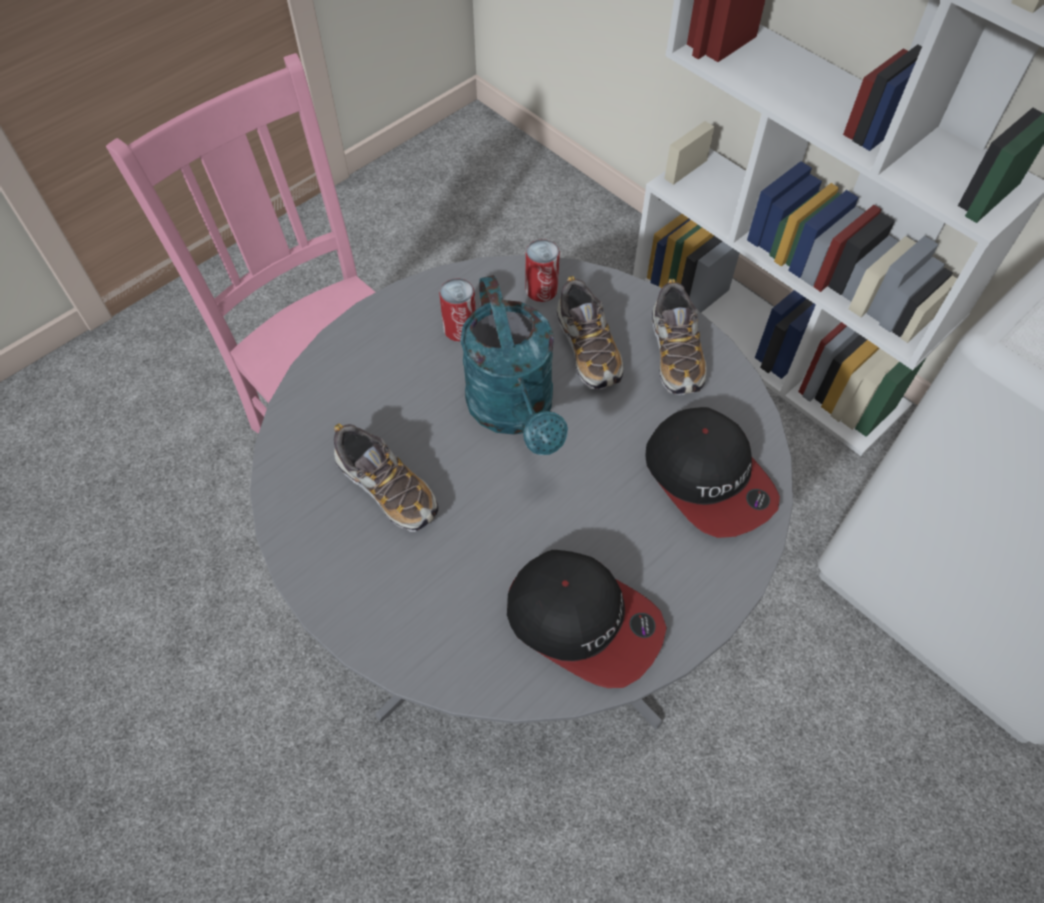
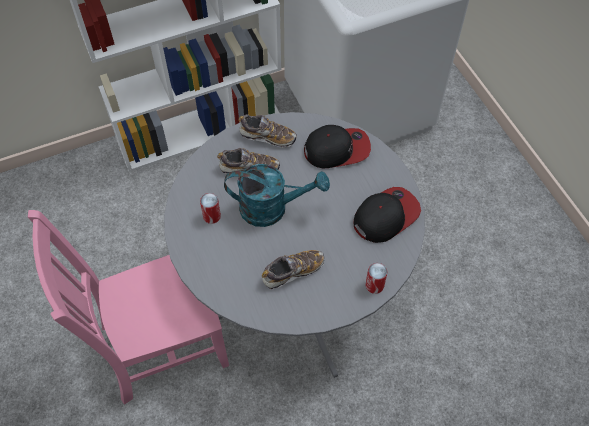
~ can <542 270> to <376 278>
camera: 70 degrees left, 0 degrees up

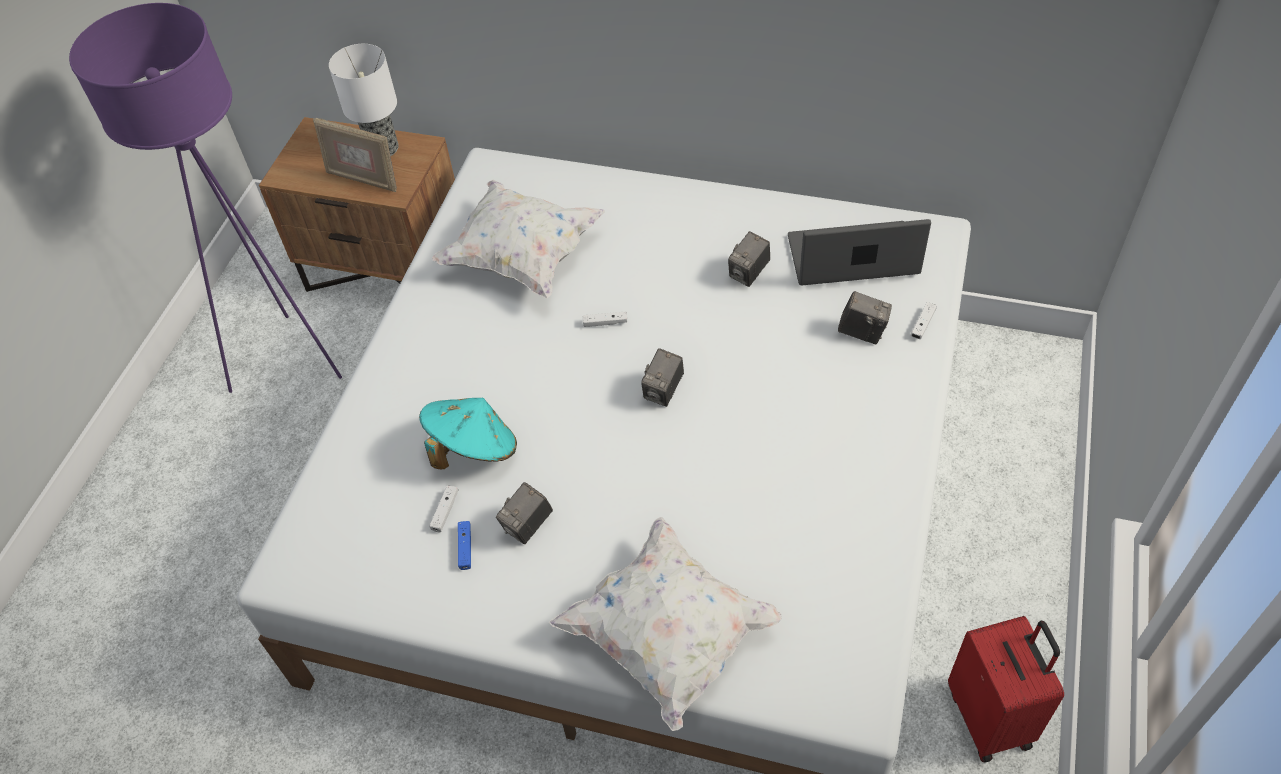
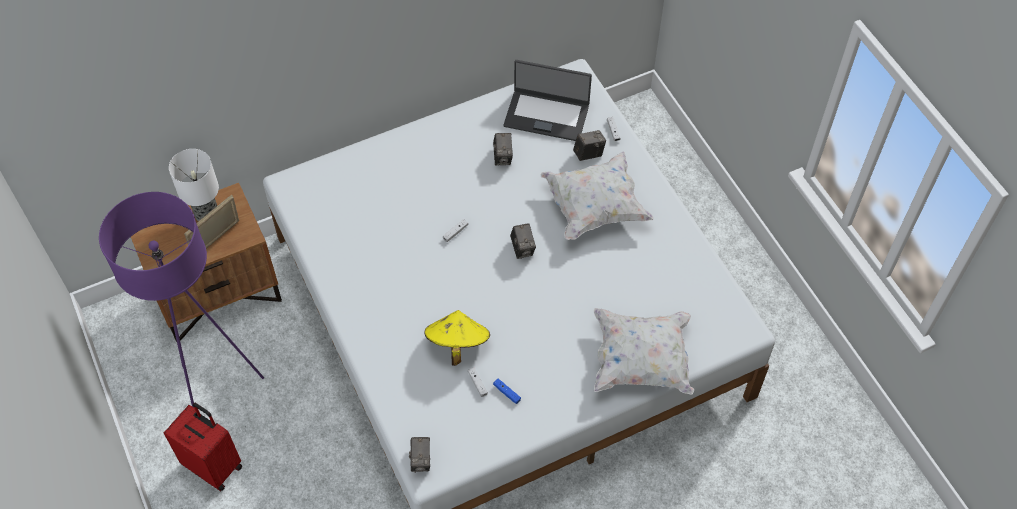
~ picture frame <355 155> = <211 221> 150 degrees clockwise
~ pillow (white) <518 239> to <597 196>
~ laptop <859 252> = <548 100> 120 degrees counterclockwise
~ hat (turquoise) <468 433> to hat (yellow) <457 338>
~ photo camera <524 513> to <419 455>
~ suitcase (red) <1006 689> to <203 447>
camera: 45 degrees left, 5 degrees up

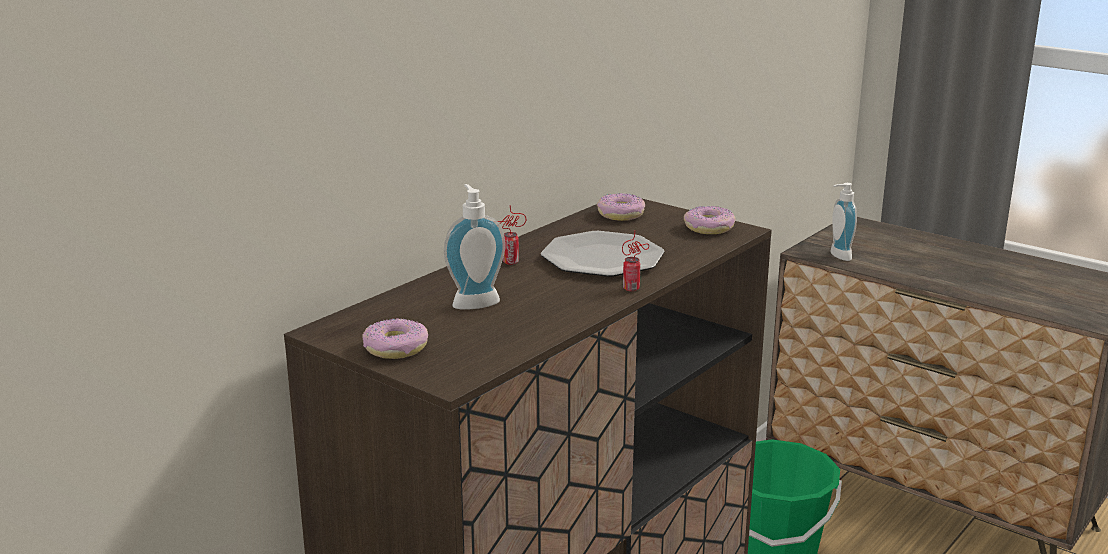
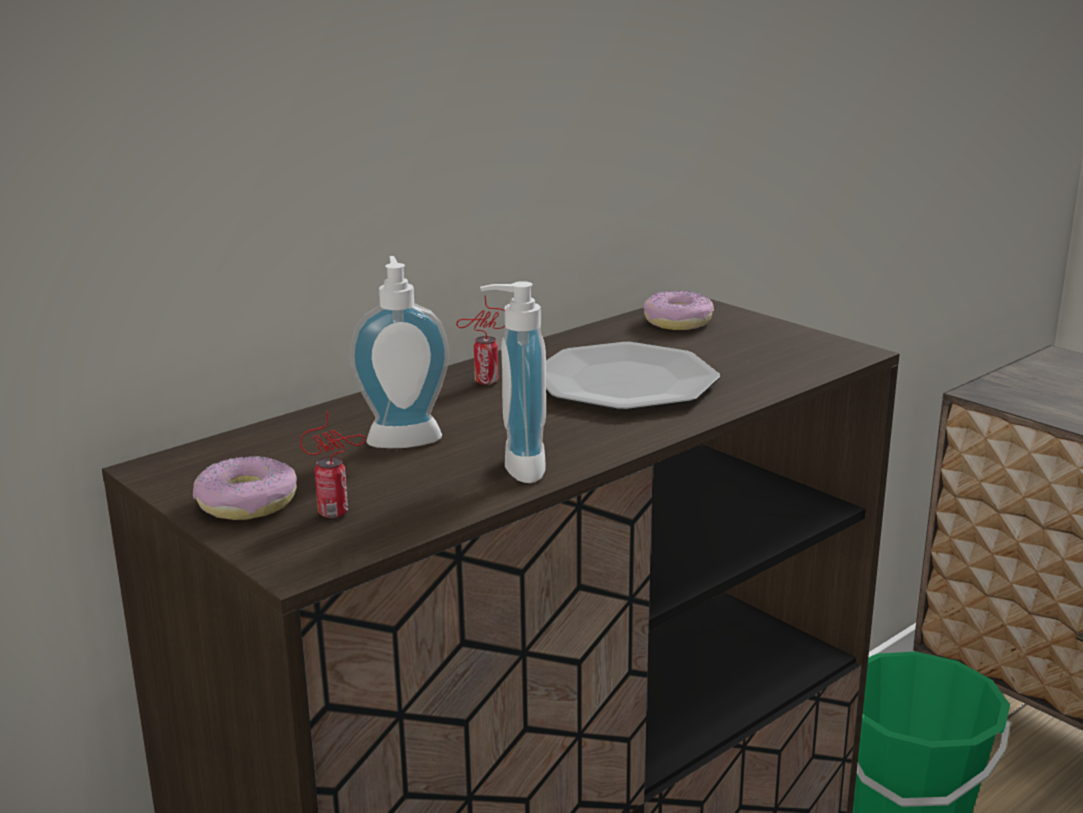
~ soap dispenser <843 222> to <513 382>
- donut <709 220>
~ can <635 261> to <333 464>
camera: 10 degrees right, 0 degrees up

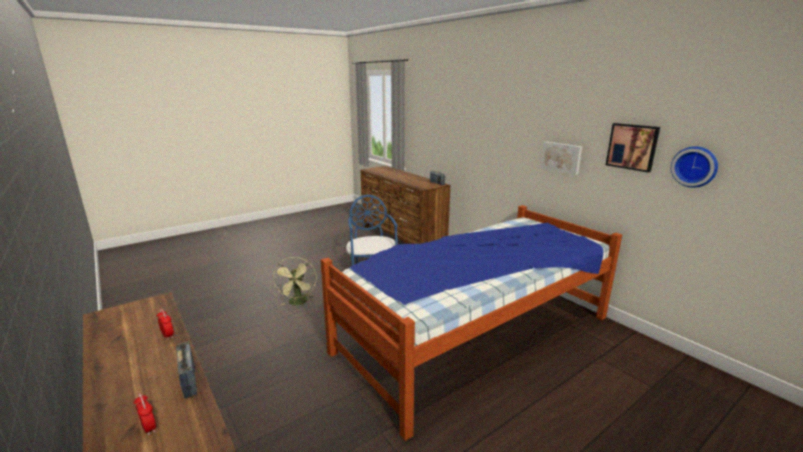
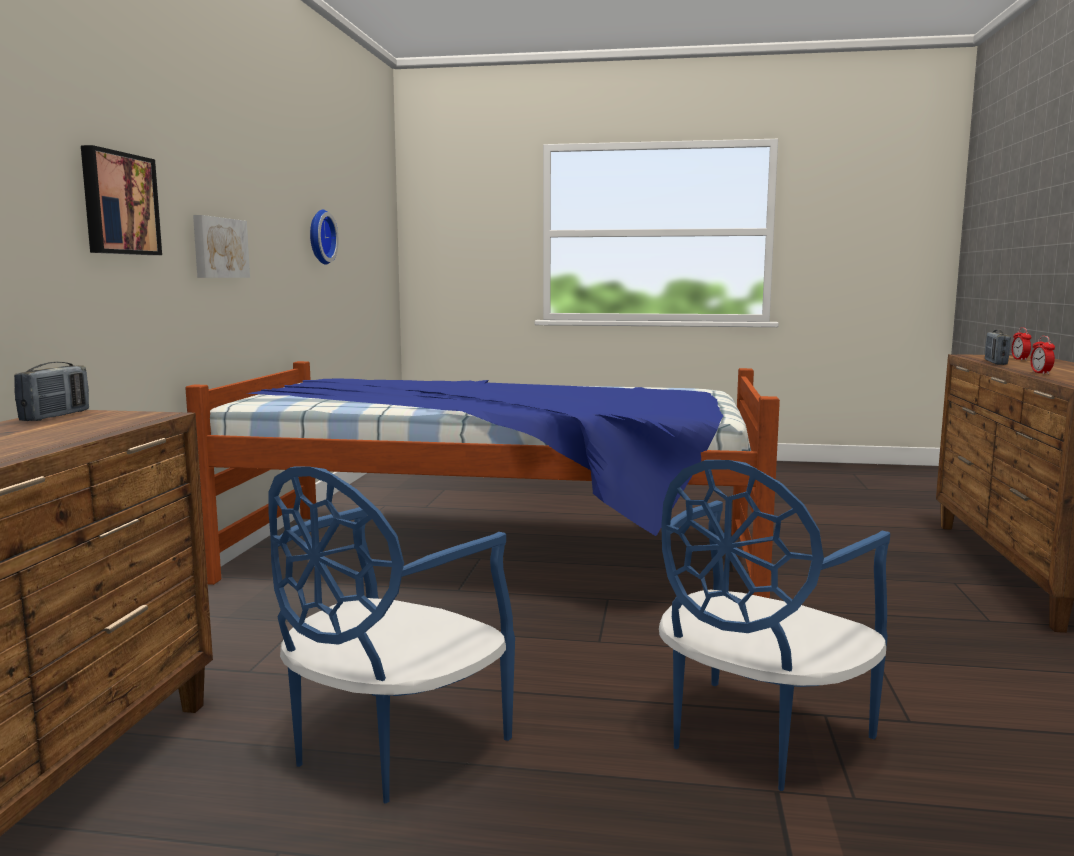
~ picture <633 147> to <121 200>
~ fan (green) <295 281> to chair (blue) <774 625>
camera: 135 degrees left, 10 degrees down

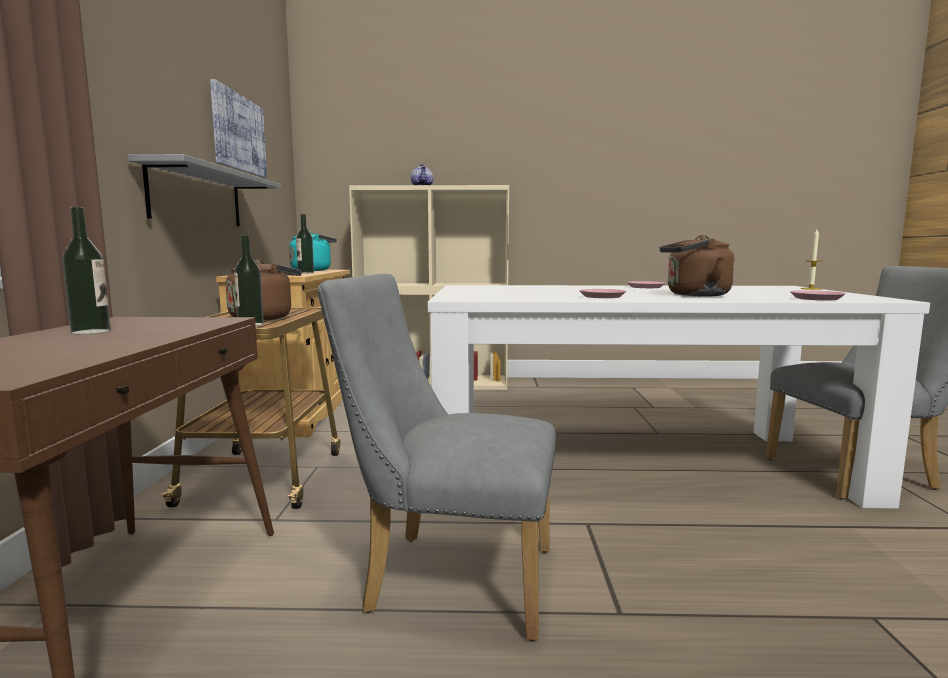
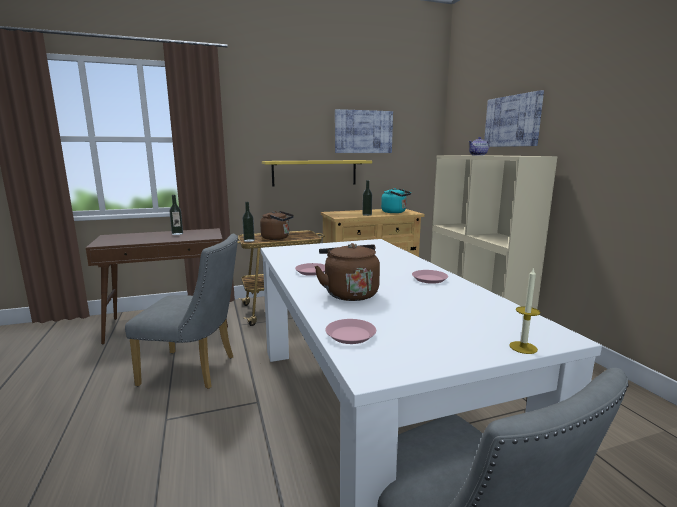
~ shelf (grey) <204 190> to shelf (yellow) <317 173>
~ chair (grey) <436 457> = <181 311> 105 degrees clockwise
+ picture <514 118>
camera: 70 degrees right, 5 degrees up

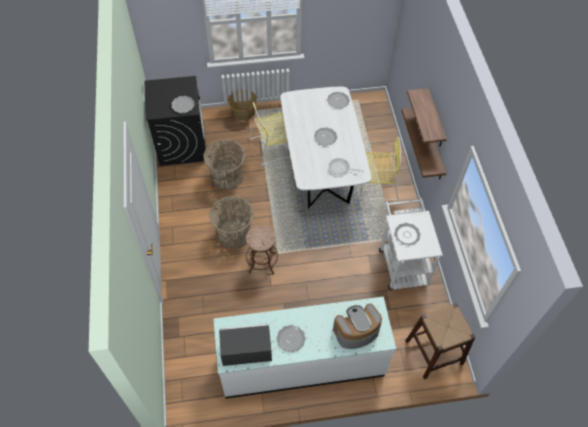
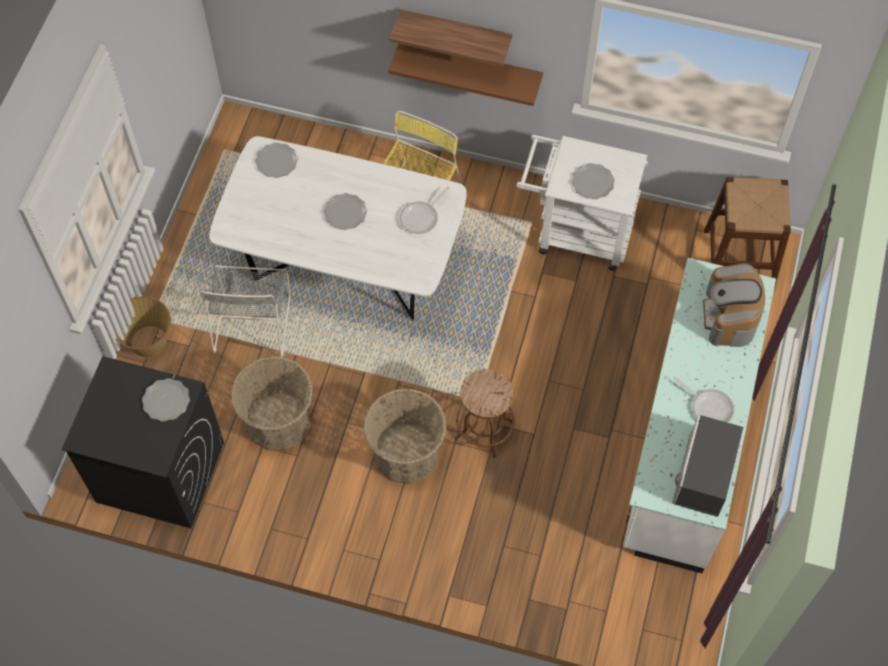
~ chair (yellow) <269 133> to chair (grey) <245 311>
~ plate <291 339> to frying pan <703 399>
camera: 65 degrees left, 5 degrees up

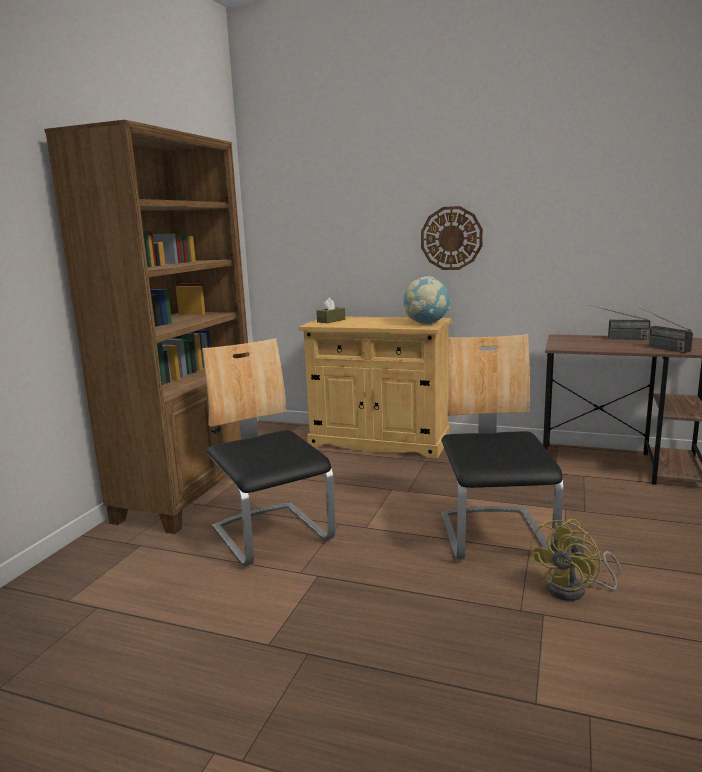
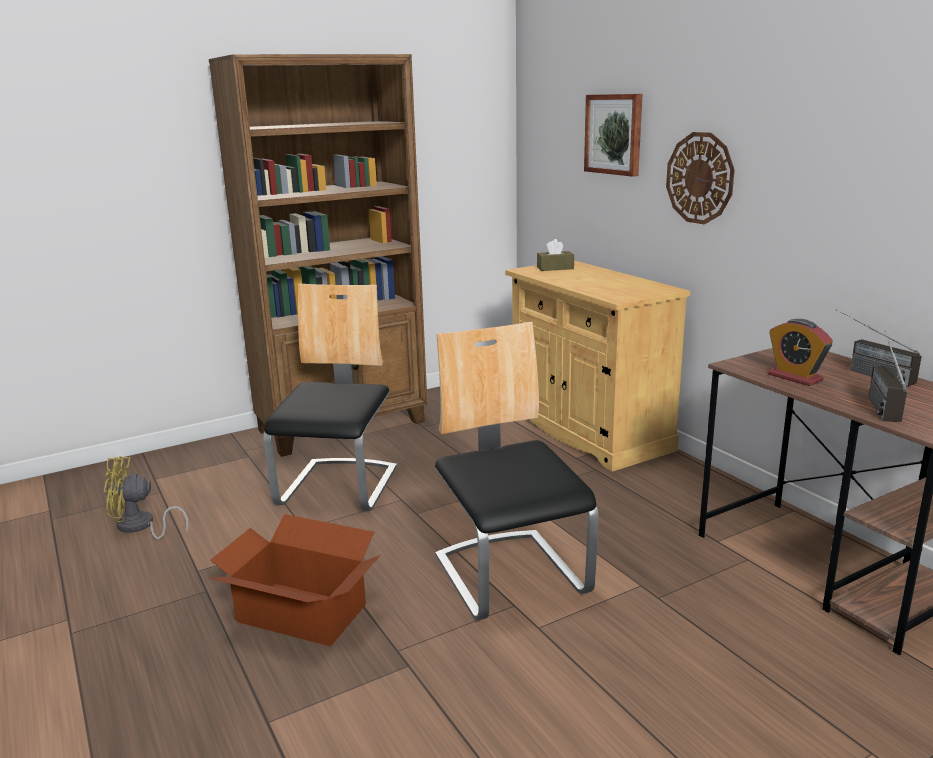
- globe <427 300>
~ chair <502 447> = <517 471> 60 degrees counterclockwise
~ fan (yellow) <575 560> to <146 497>
+ picture <613 135>
+ alarm clock <800 352>
+ cardboard box <295 580>
camera: 40 degrees right, 5 degrees up

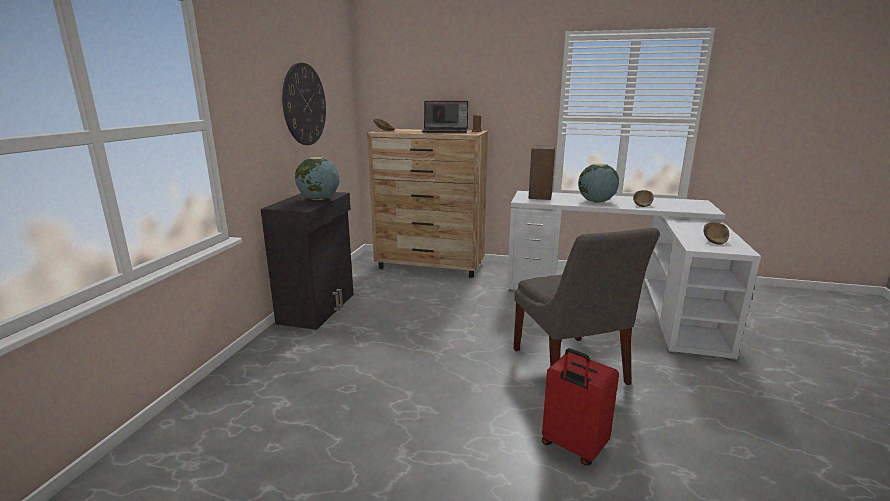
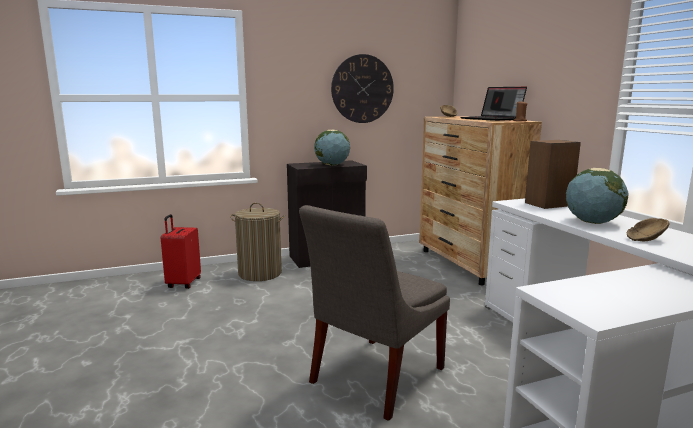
- bowl (brown) <716 233>
~ suitcase (red) <580 406> to <181 251>
+ laundry basket <257 241>
camera: 55 degrees right, 5 degrees down

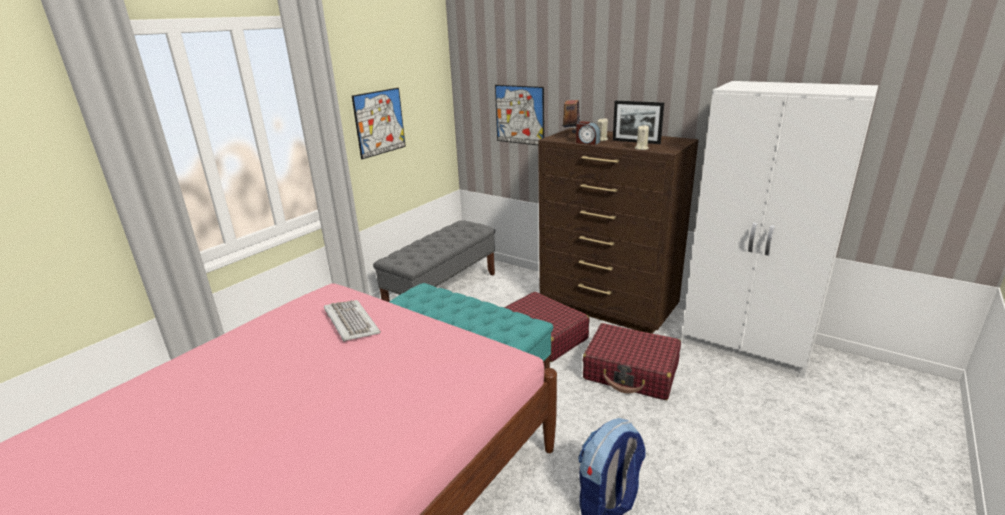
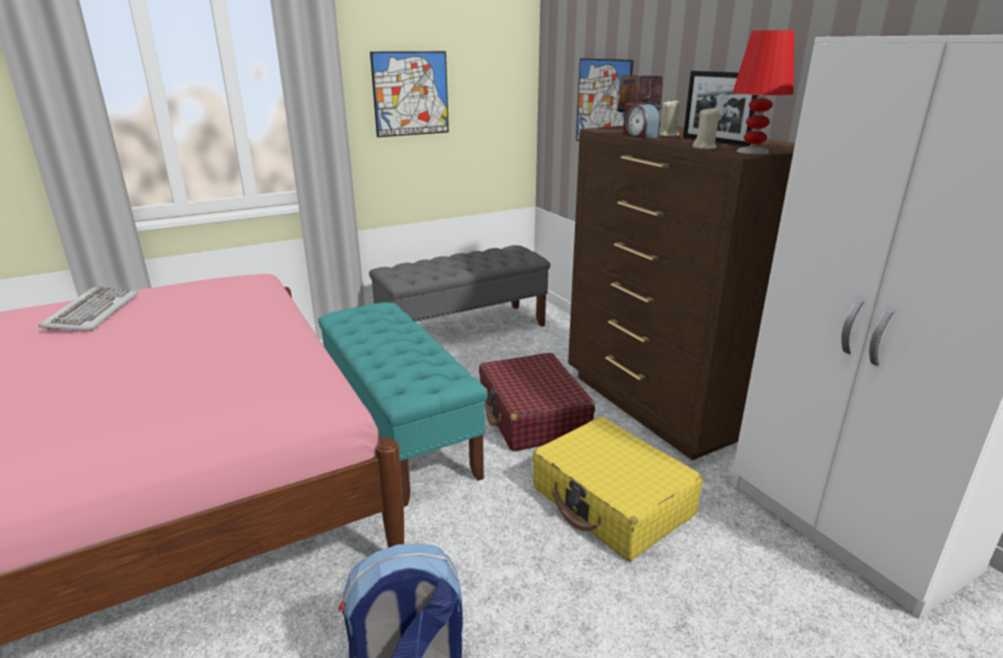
~ keyboard <352 321> to <88 308>
~ suitcase (red) <632 361> to suitcase (yellow) <617 489>
+ table lamp (red) <763 92>
camera: 25 degrees right, 0 degrees up

